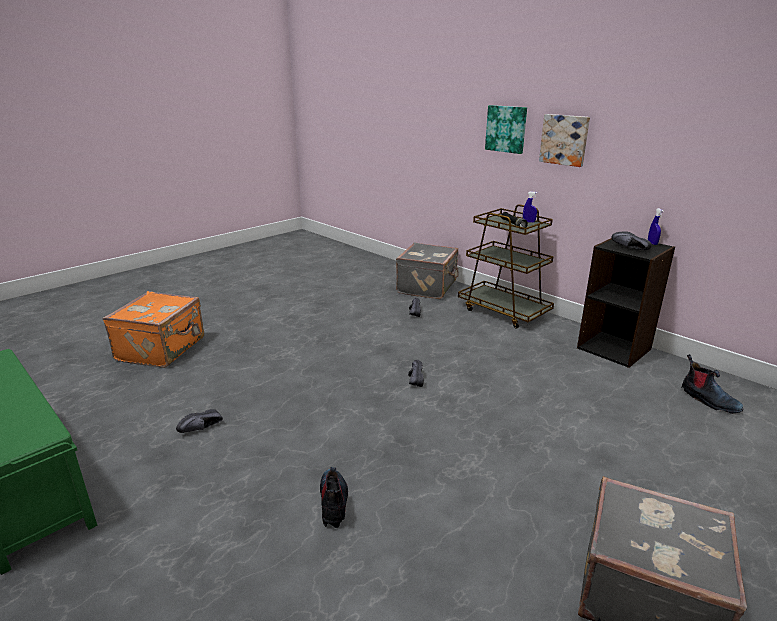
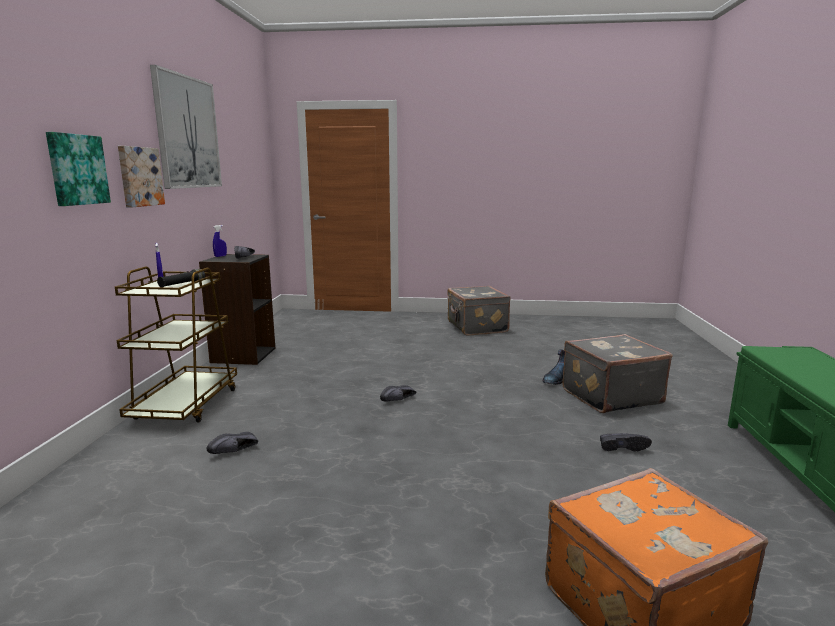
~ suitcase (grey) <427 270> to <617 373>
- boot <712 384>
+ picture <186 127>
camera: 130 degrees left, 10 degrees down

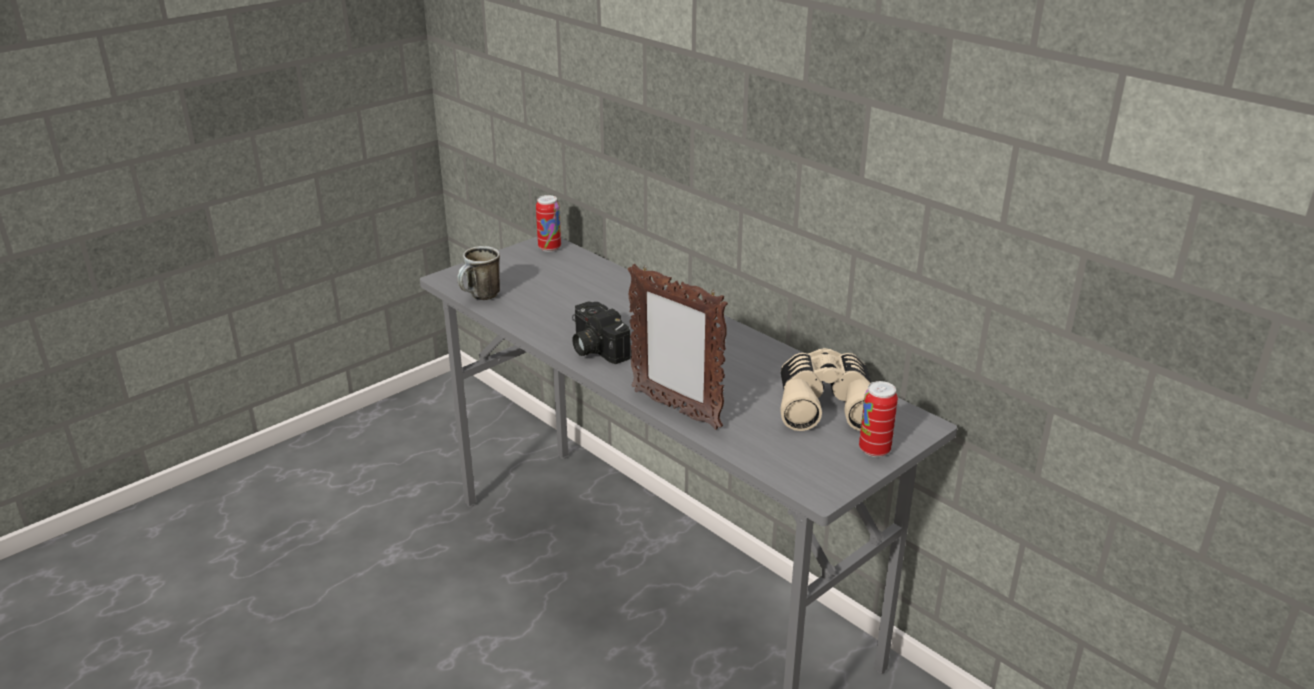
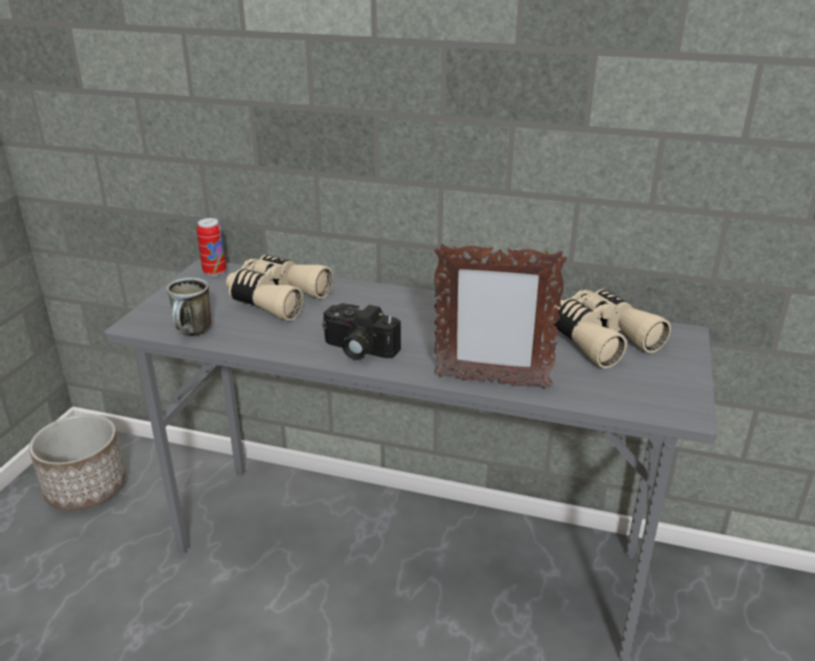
- can <878 419>
+ binoculars (beige) <279 288>
+ planter <77 462>
camera: 30 degrees left, 0 degrees up

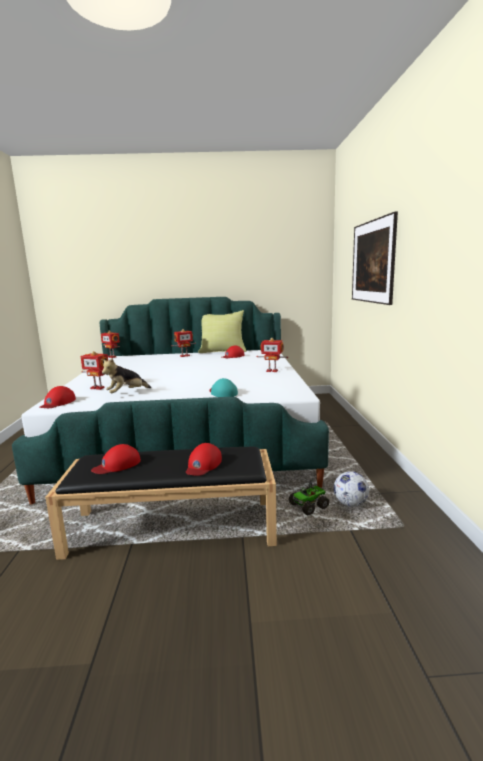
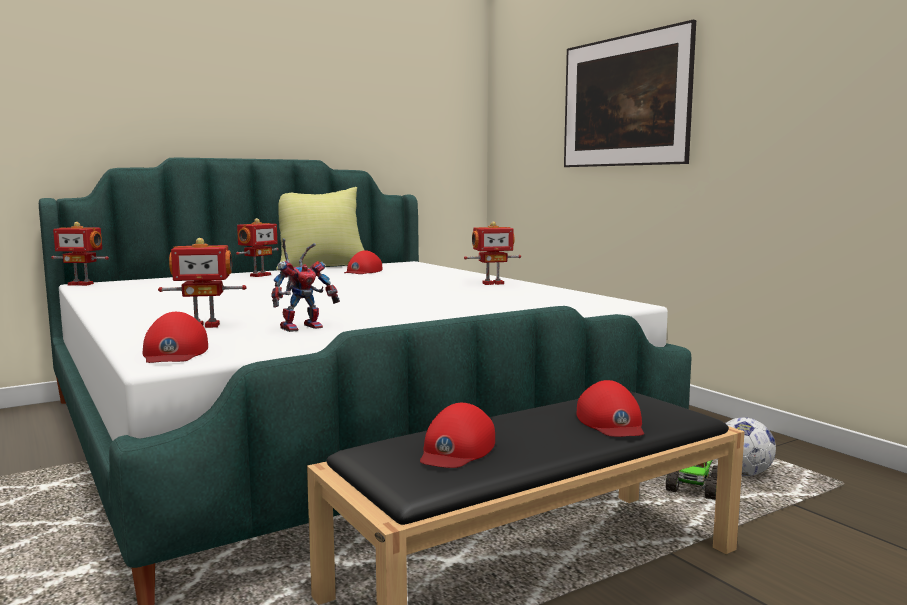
~ plush toy <126 375> to toy robot <305 285>
- cap (turquoise) <223 387>
camera: 30 degrees left, 5 degrees down

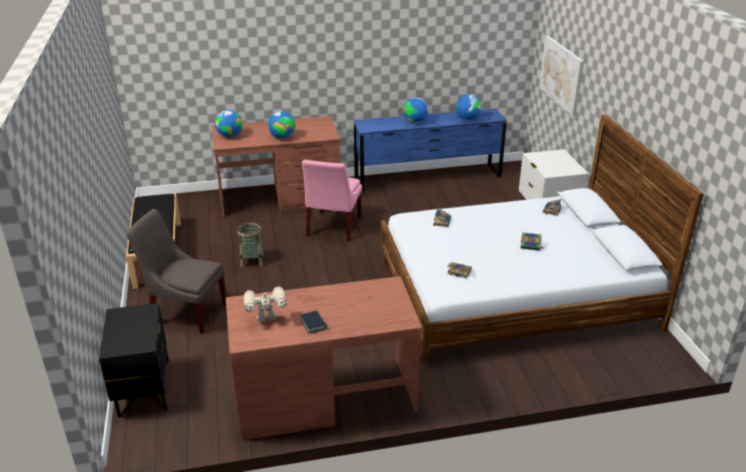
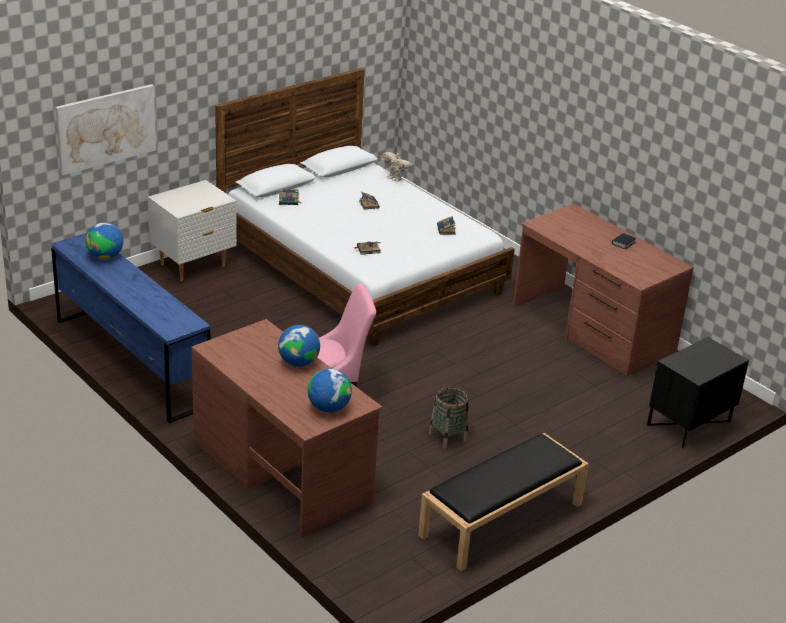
- globe <415 110>
- chair (grey) <176 271>
~ toy robot <265 304> to <396 166>
camera: 120 degrees left, 0 degrees up

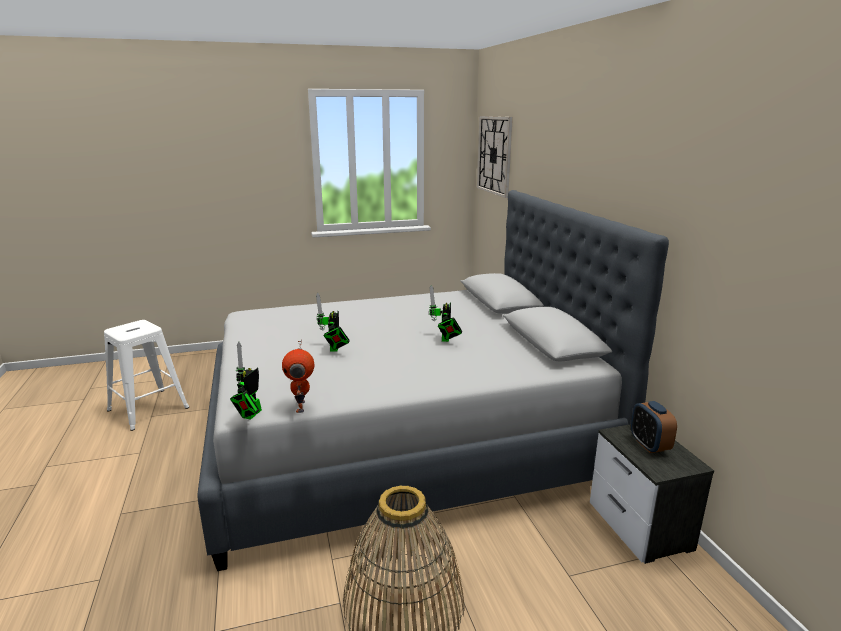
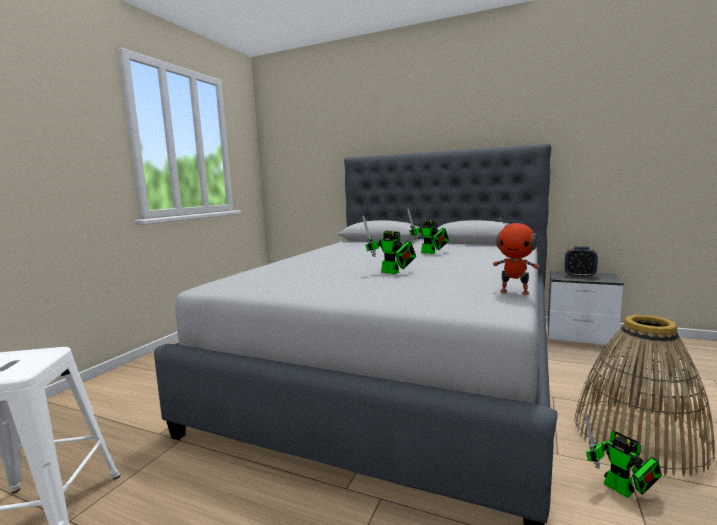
- wall clock <495 157>
~ toy robot <246 381> to <623 456>
camera: 50 degrees left, 10 degrees down

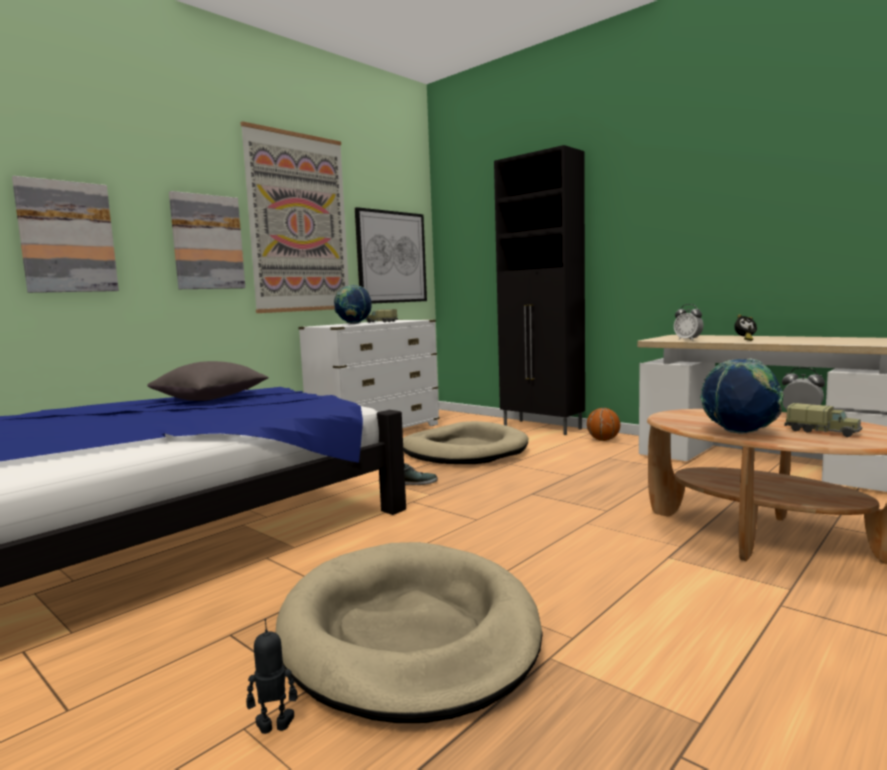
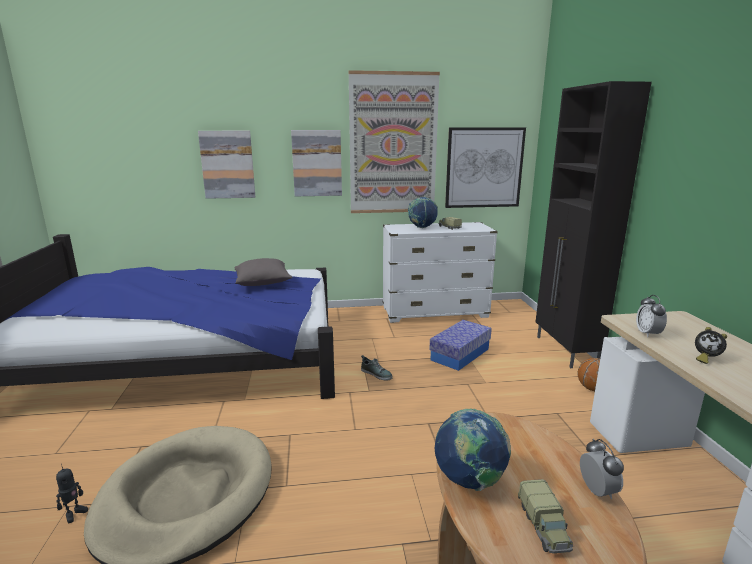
~ dog bed (beige) <465 442> to storage box <460 345>
~ toy robot <271 676> = <72 493> 90 degrees clockwise
camera: 40 degrees right, 10 degrees up

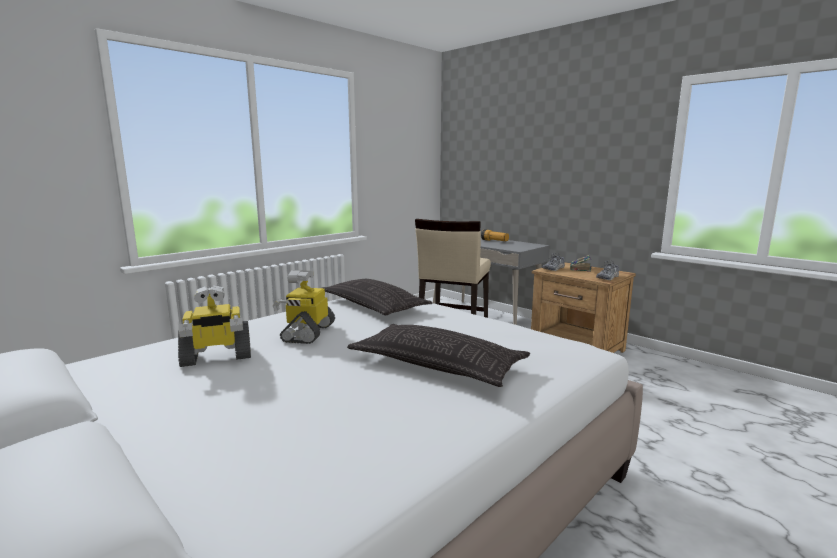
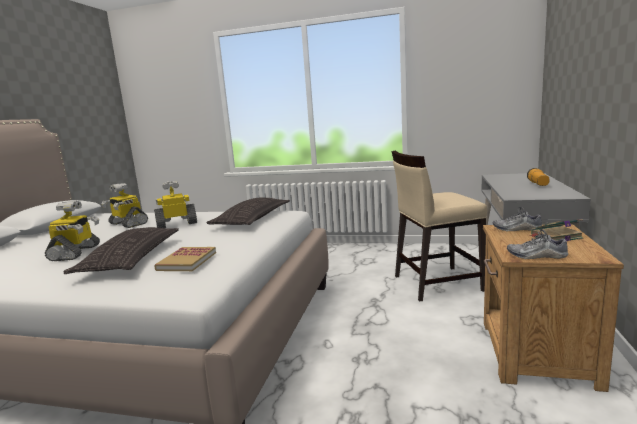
+ toy robot <72 231>
+ book <185 259>
camera: 60 degrees right, 0 degrees up

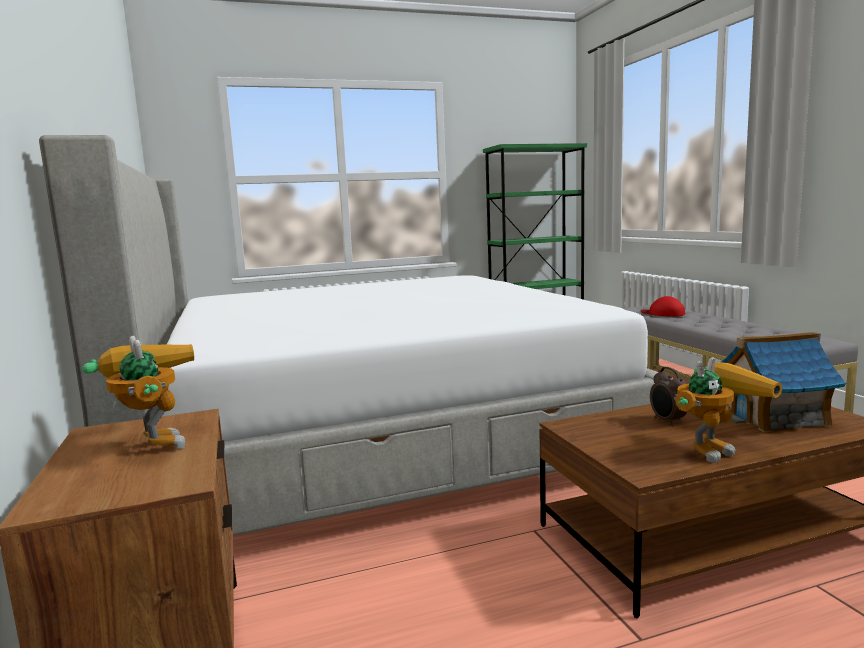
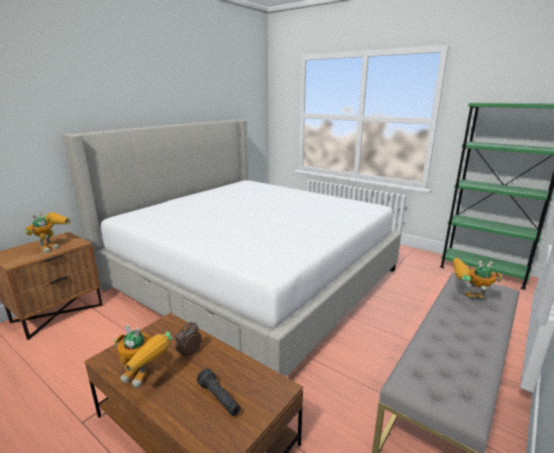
~ cap (red) <663 306> to toy robot <478 278>
~ toy house <784 382> to flashlight (black) <218 392>
camera: 55 degrees right, 10 degrees up

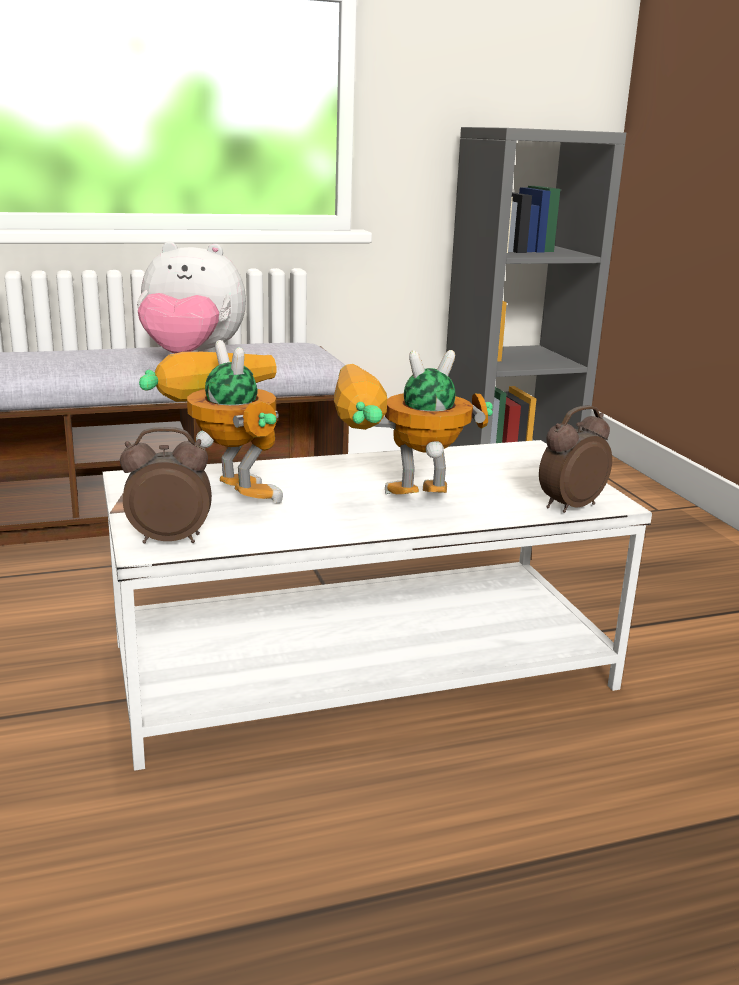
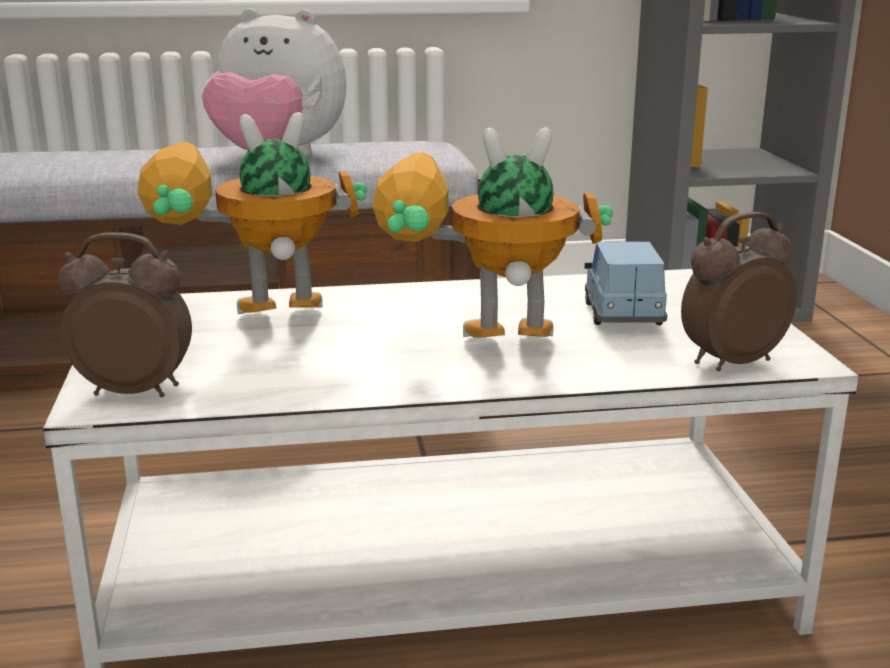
~ toy robot <211 421> = <252 213> 75 degrees counterclockwise
+ toy car (blue) <625 283>
camera: 10 degrees right, 0 degrees up

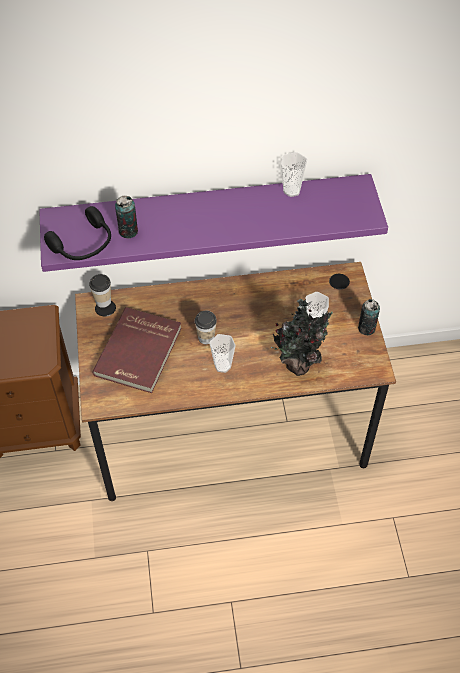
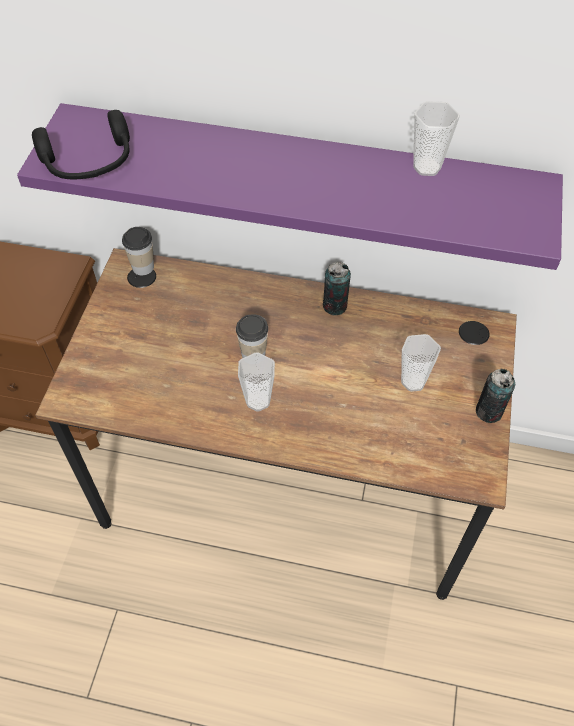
~ can <126 217> to <337 288>
- potted plant <302 337>
- book (red) <137 350>
camera: 20 degrees right, 0 degrees up

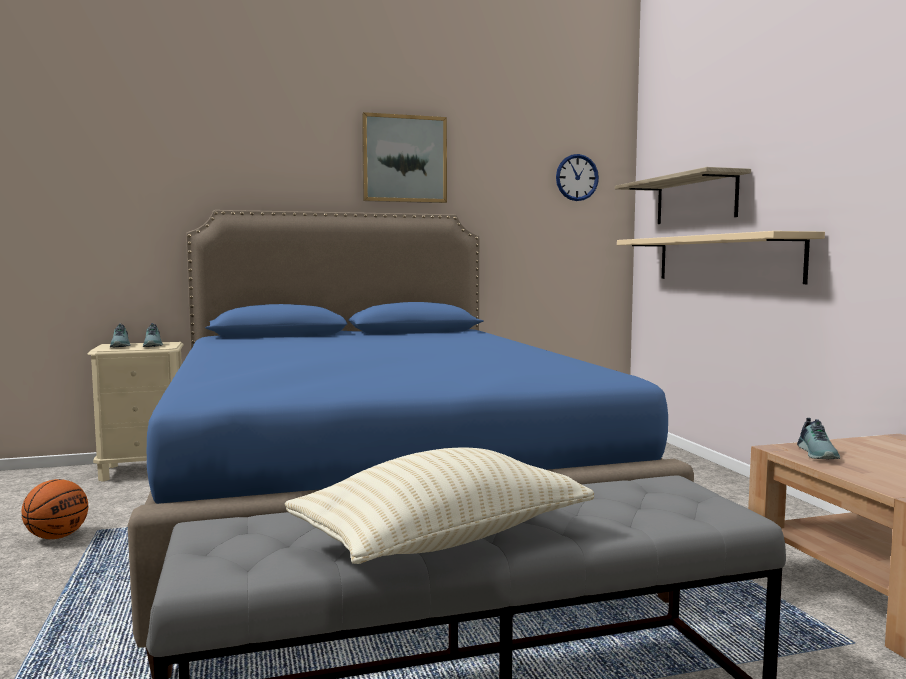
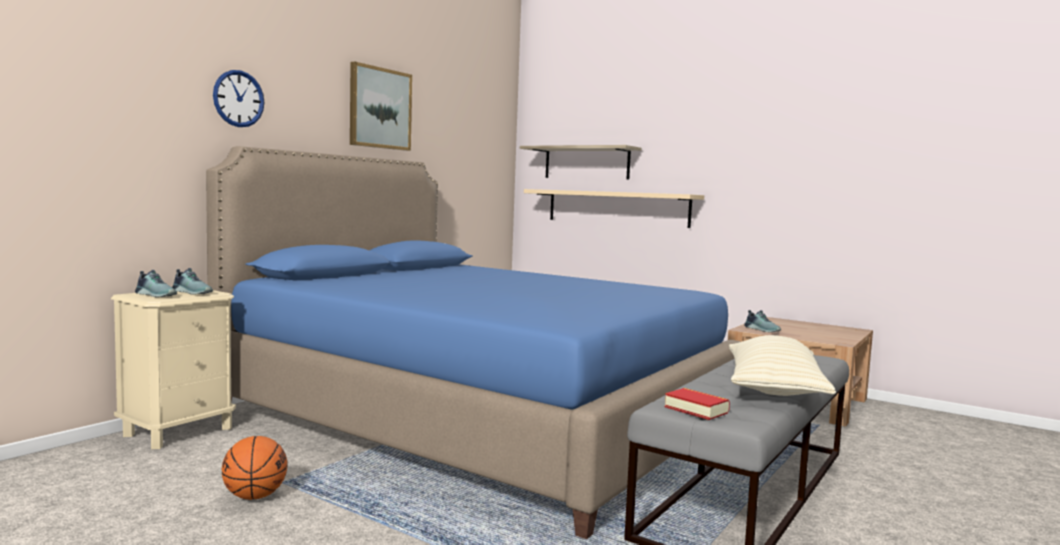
~ wall clock <577 177> to <239 98>
+ book <697 404>
camera: 40 degrees left, 0 degrees up

